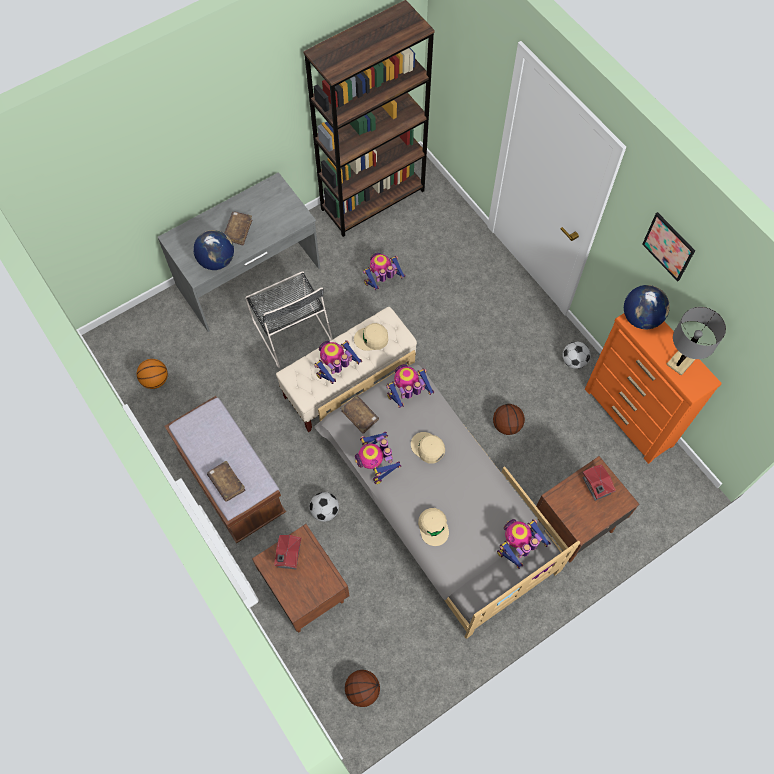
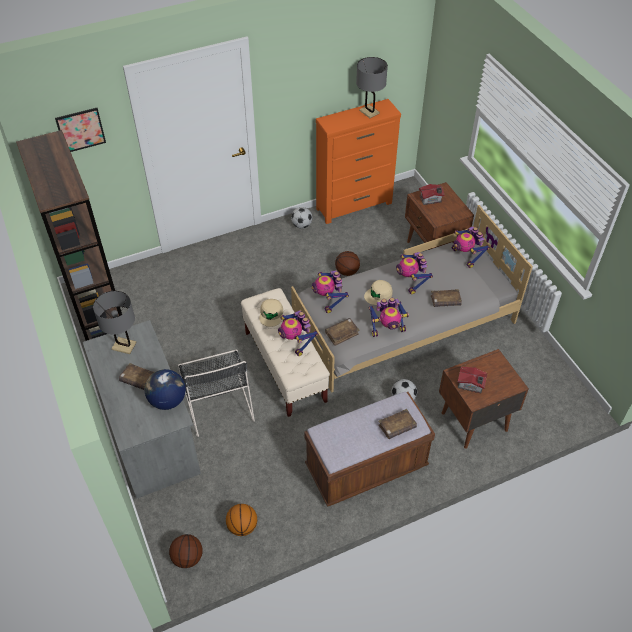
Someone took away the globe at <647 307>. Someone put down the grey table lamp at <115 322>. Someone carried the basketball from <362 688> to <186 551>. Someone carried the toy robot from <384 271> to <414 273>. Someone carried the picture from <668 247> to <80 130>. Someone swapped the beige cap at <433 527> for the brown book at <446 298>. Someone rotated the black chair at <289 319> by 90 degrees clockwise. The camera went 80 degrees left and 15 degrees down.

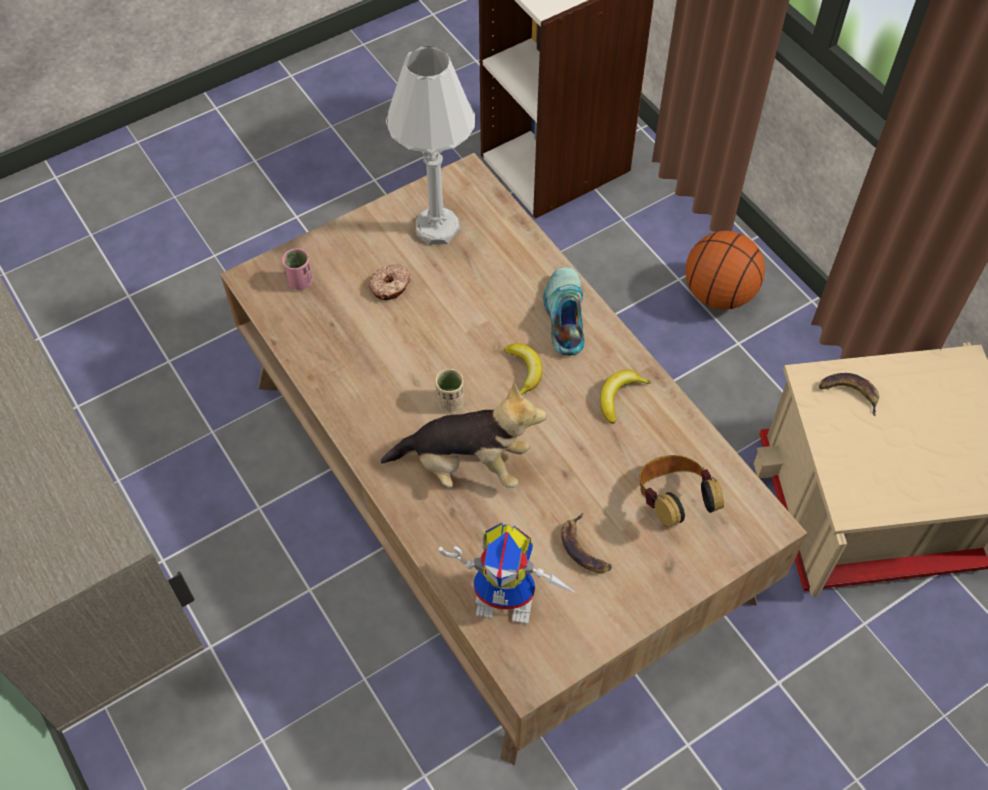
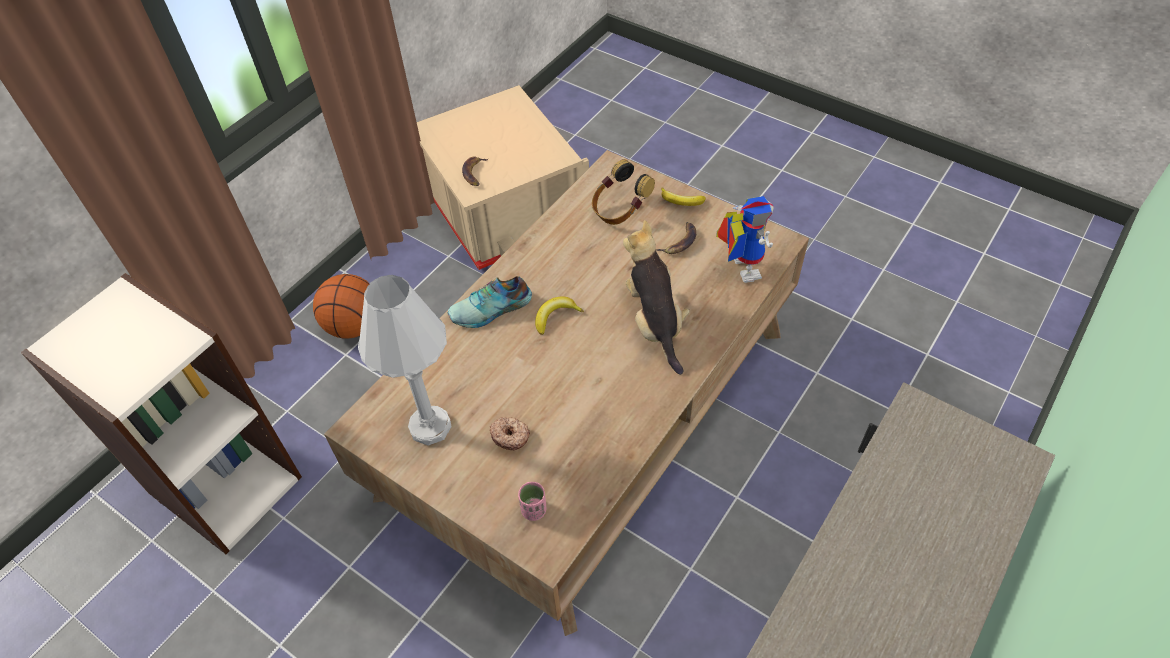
Someone took away the beige cup at <450 390>. Someone carried the banana from <625 396> to <683 197>. The camera went 110 degrees left and 5 degrees down.

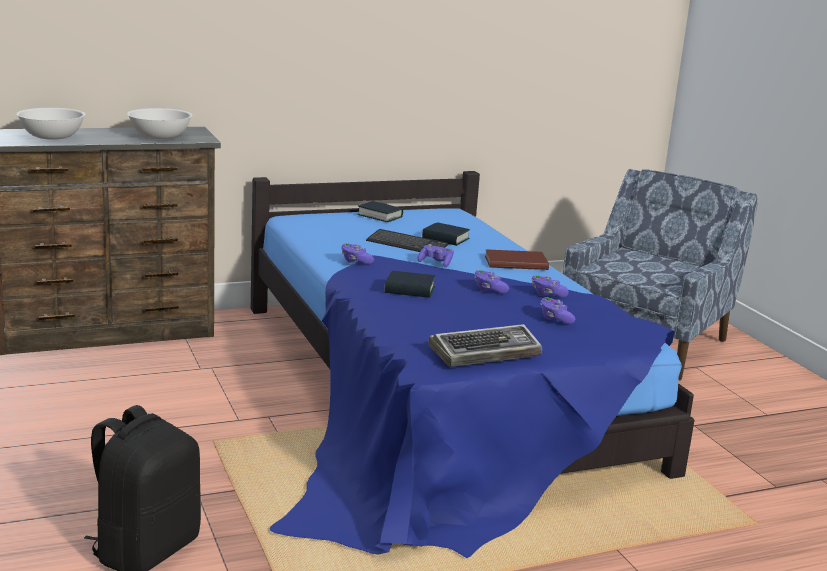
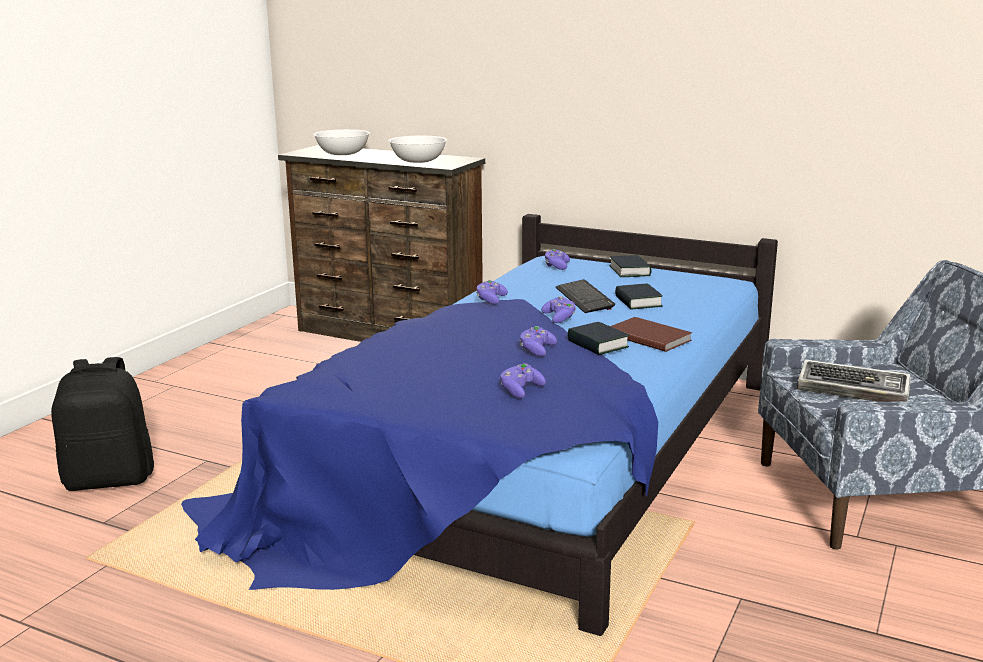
Someone carried the book from <410 284> to <598 338>. Someone carried the keyboard from <485 345> to <854 380>. Someone carried the purple game controller from <550 286> to <557 259>. The camera went 50 degrees right and 0 degrees up.

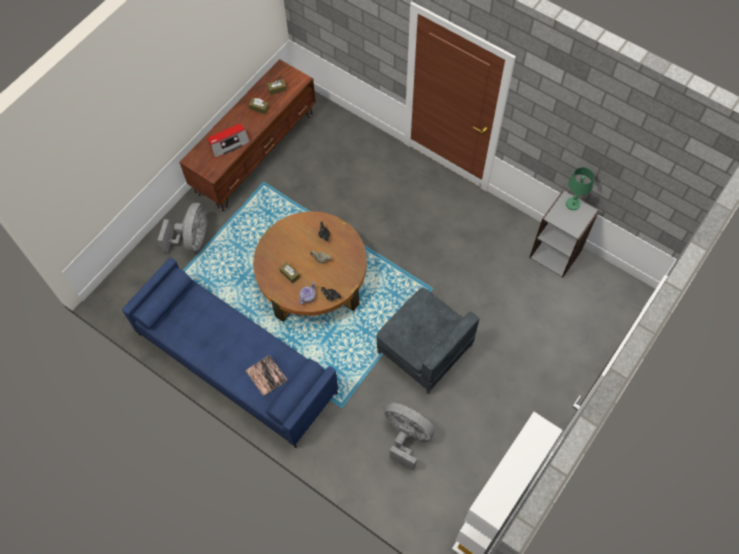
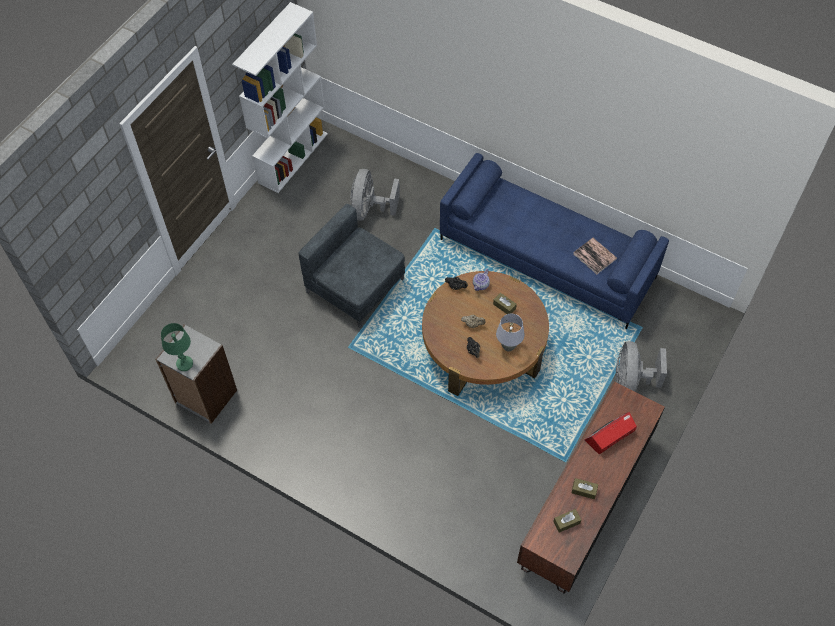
Someone put down the grey table lamp at <510 332>. Someone carried the book from <266 375> to <595 256>. Someone rotated the grey fan at <409 437> by 75 degrees clockwise. The camera went 175 degrees right and 5 degrees down.

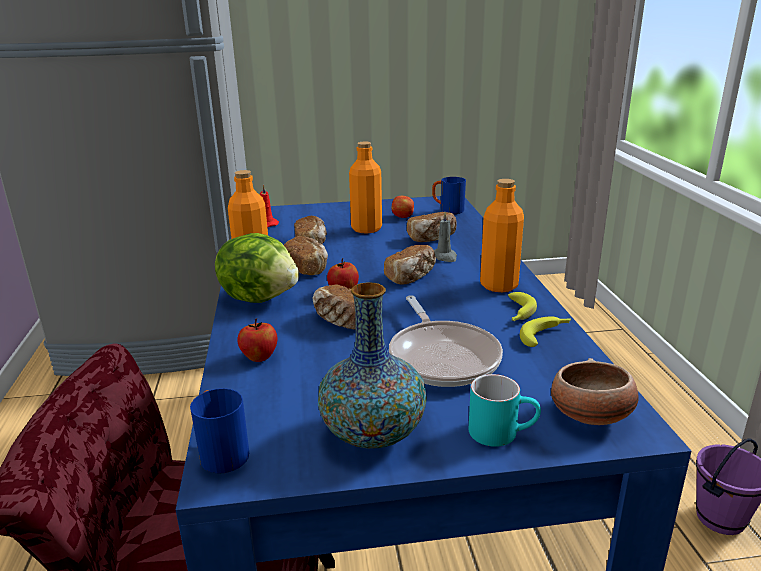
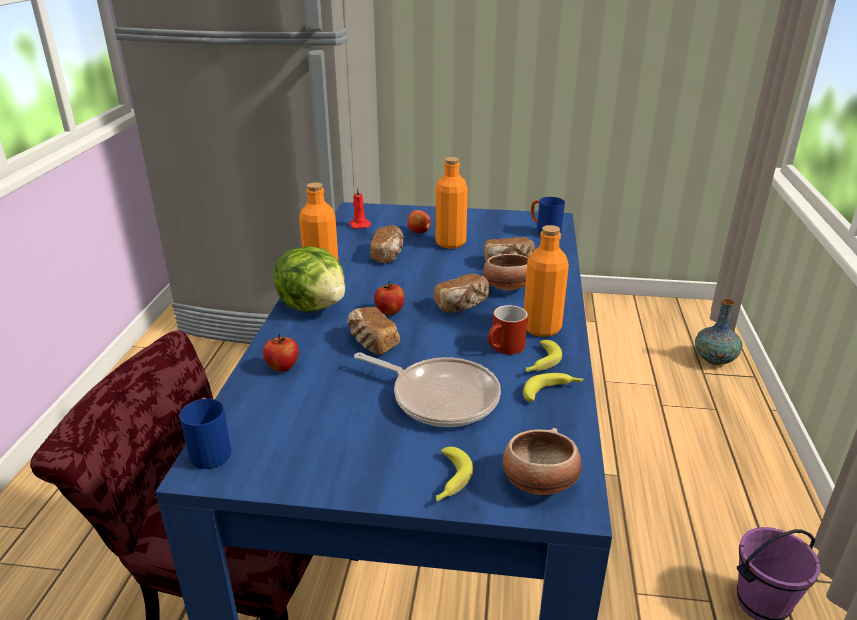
Someone took away the bread at <306 255>. Someone put down the red mug at <508 330>. Someone carried the vase from <372 365> to <719 332>. Someone carried the apple from <402 207> to <419 221>. Someone swapped the grey candle at <445 236> for the bowl at <506 271>. Someone swapped the turquoise mug at <505 410> for the banana at <454 474>. Someone rotated the frying pan at <446 341> by 60 degrees counterclockwise. The camera went 15 degrees right and 5 degrees up.

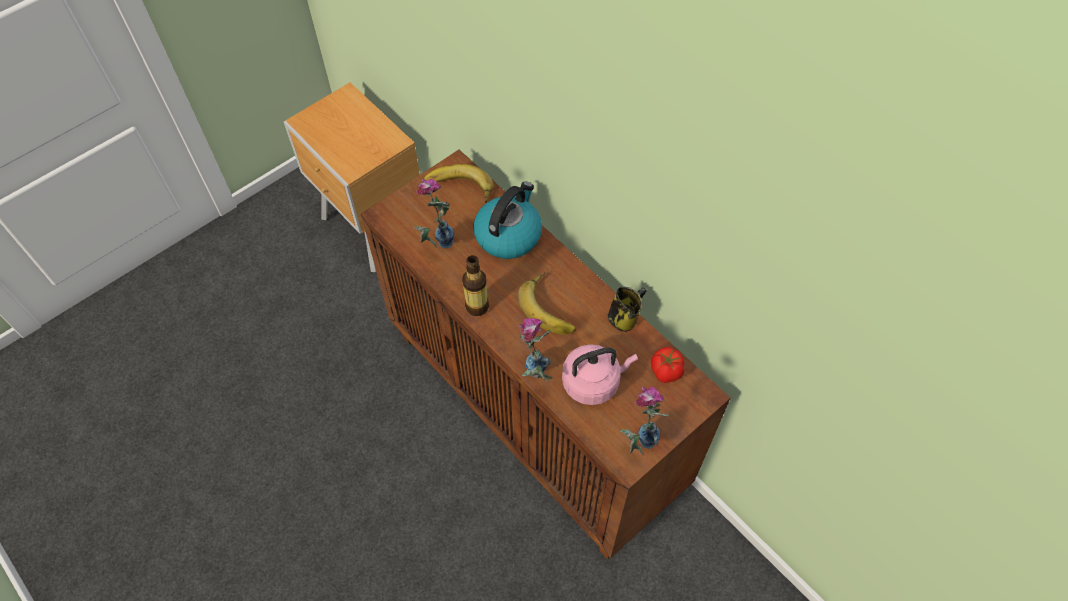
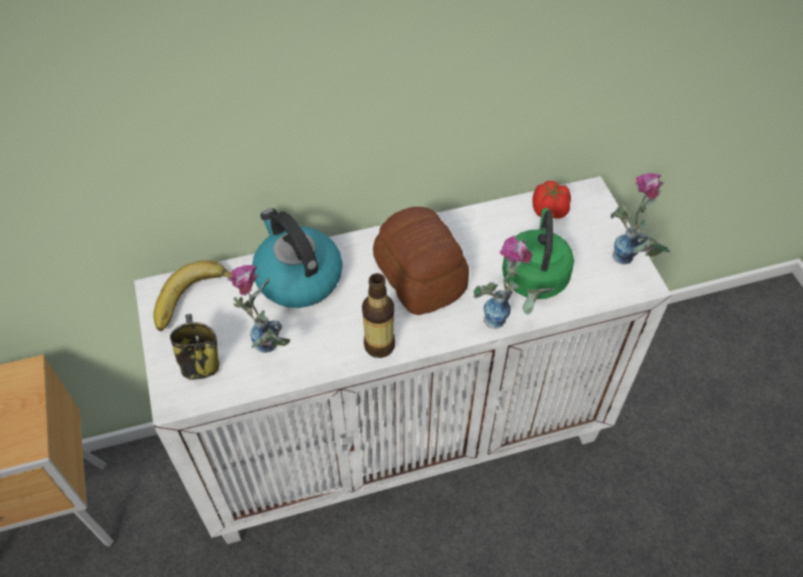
Someone carried the mug from <627 309> to <194 347>. Someone swapped the banana at <547 303> for the bread at <421 261>. Someone repainted the brown cabinet at <546 354>, which became the white cabinet at <403 360>. Someone repainted the pink kettle at <600 374>, which became the green kettle at <538 253>. The camera went 65 degrees left and 5 degrees down.

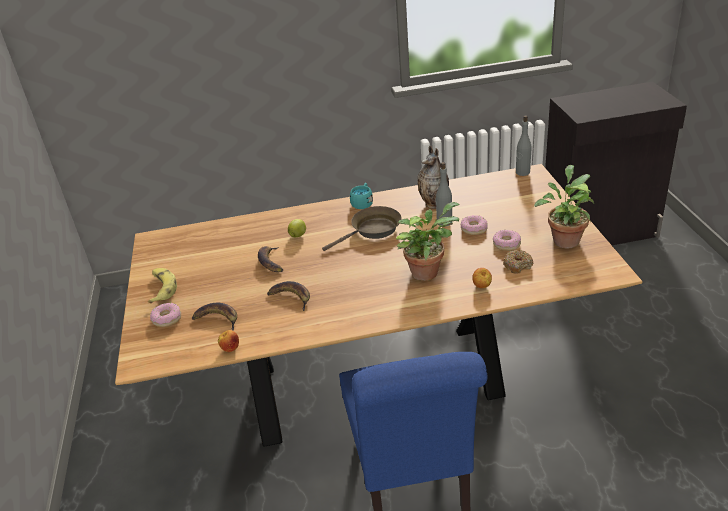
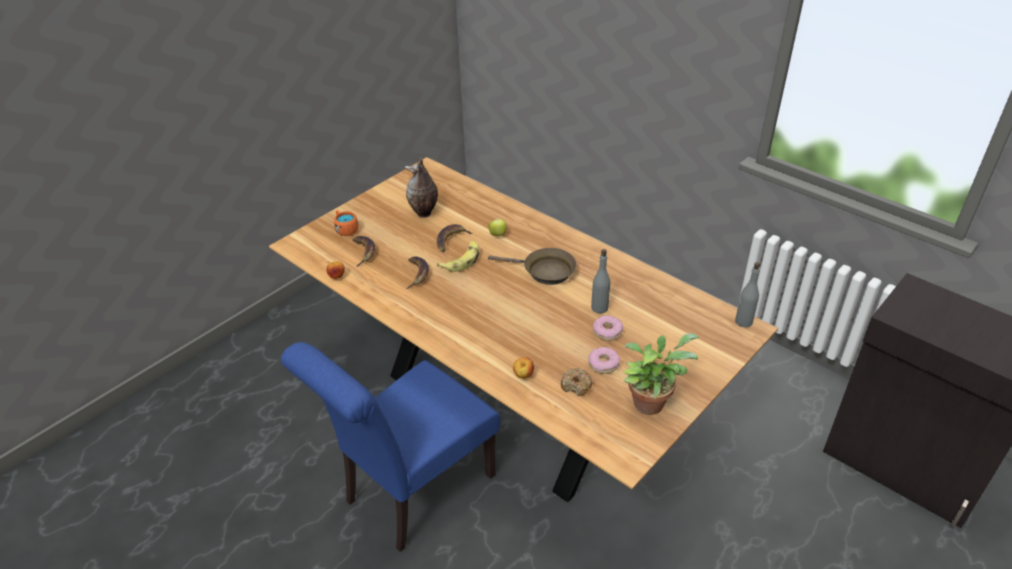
Someone took away the turquoise mug at <361 196>. Someone took away the potted plant at <428 241>. Someone carried the banana from <162 286> to <458 256>. Someone carried the vase from <433 177> to <421 187>. Someone swapped the donut at <165 315> for the orange mug at <346 223>. The camera went 50 degrees right and 5 degrees up.

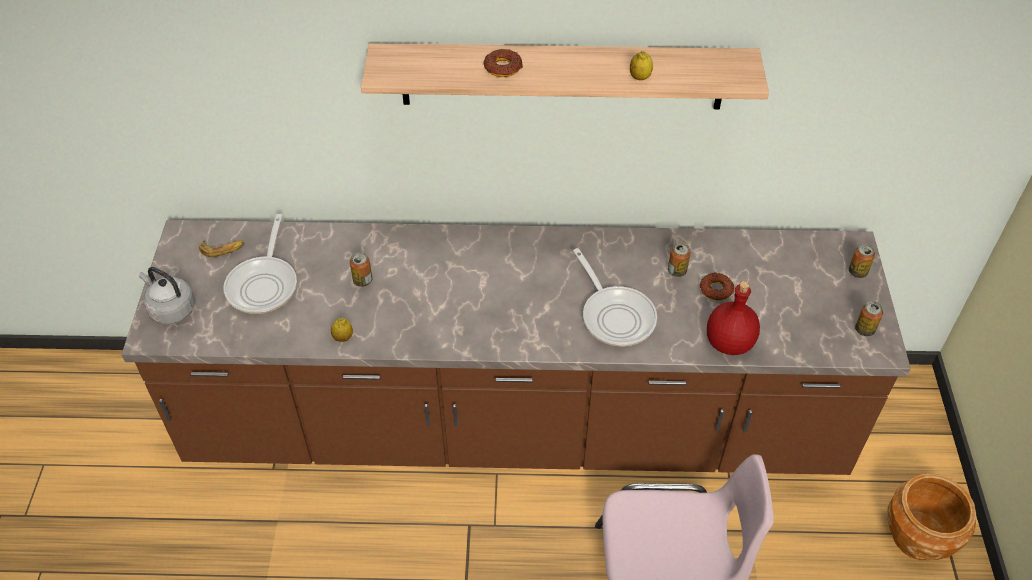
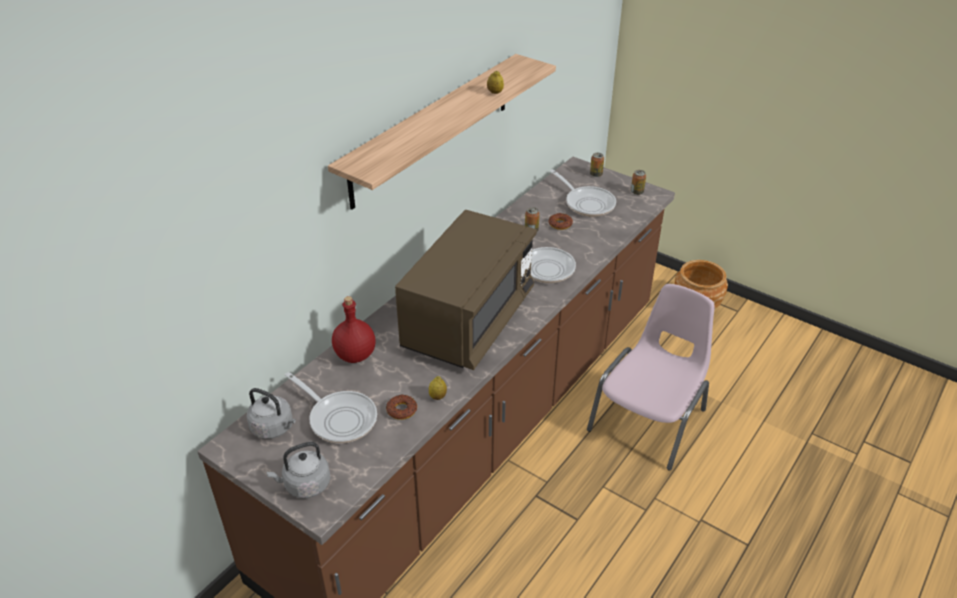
Someone took away the can at <361 269>. Someone put down the brown microwave at <466 290>. Someone put down the frying pan at <583 193>. Someone carried the donut from <503 63> to <401 407>. Someone carried the red bottle from <733 318> to <354 329>. Someone swapped the banana at <222 248> for the grey kettle at <271 413>. The camera went 55 degrees left and 10 degrees down.

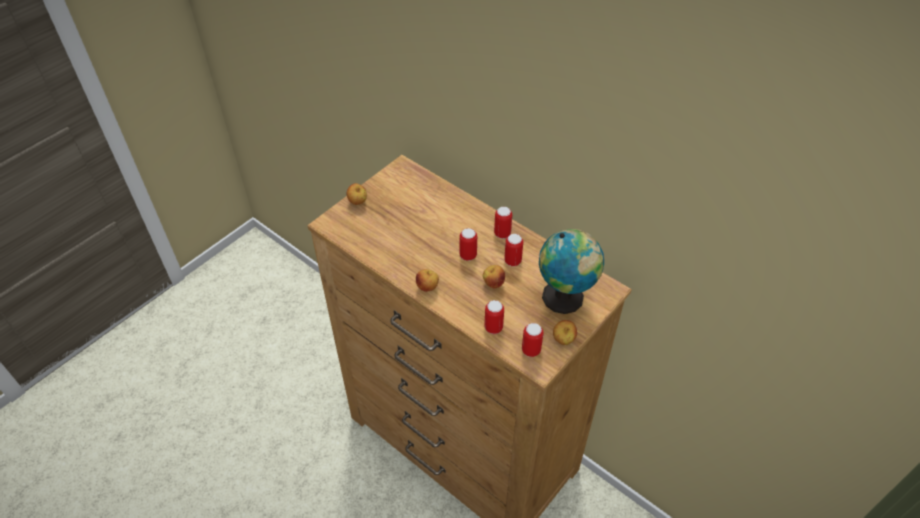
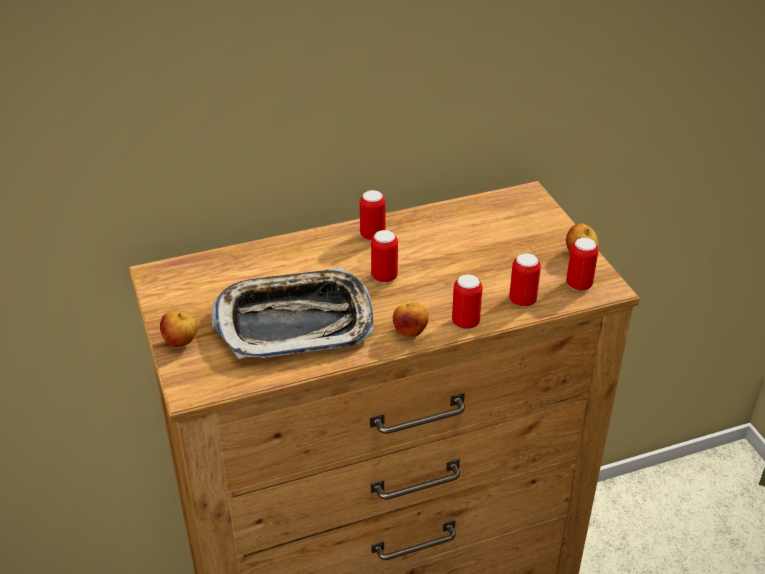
Someone took away the apple at <494 276>. Someone took away the globe at <571 271>. Someone put down the tray at <292 313>. Someone carried the can from <513 250> to <467 302>. The camera went 60 degrees left and 10 degrees down.

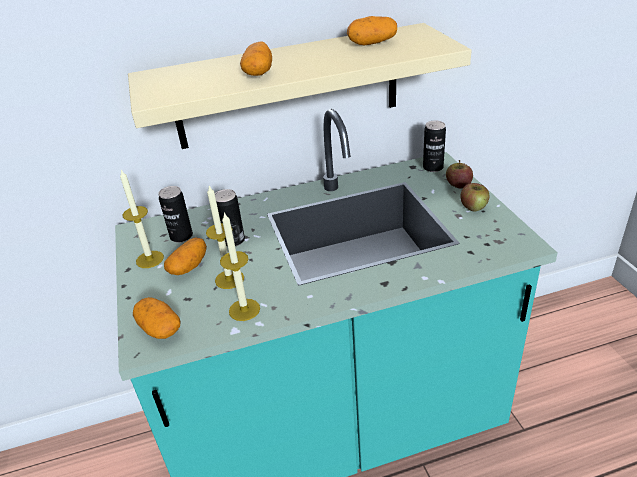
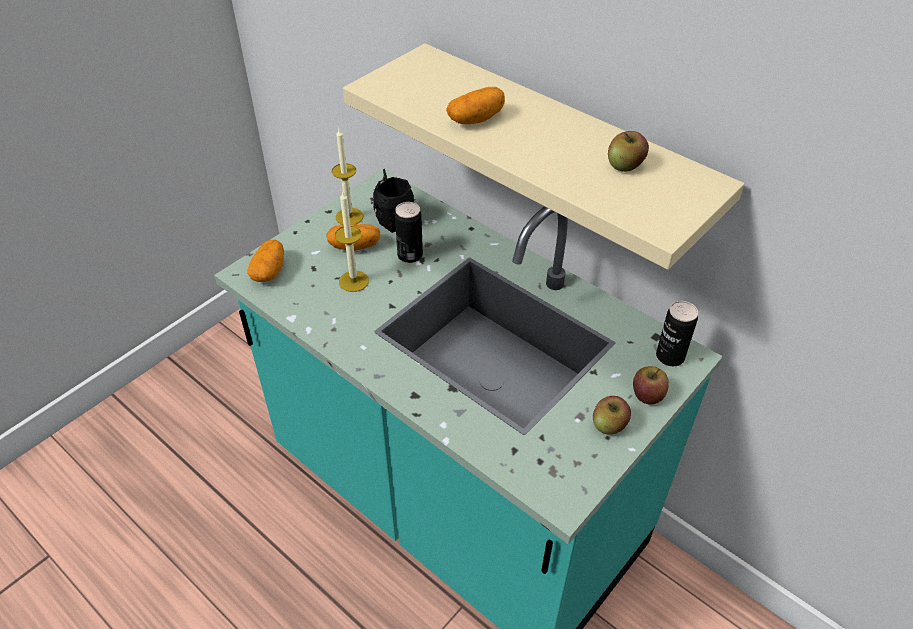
Someone took away the candle at <240 266>. Someone swapped the can at <175 214> for the black mug at <393 201>. Someone swapped the potato at <372 31> for the apple at <628 151>. The camera went 55 degrees right and 10 degrees up.

